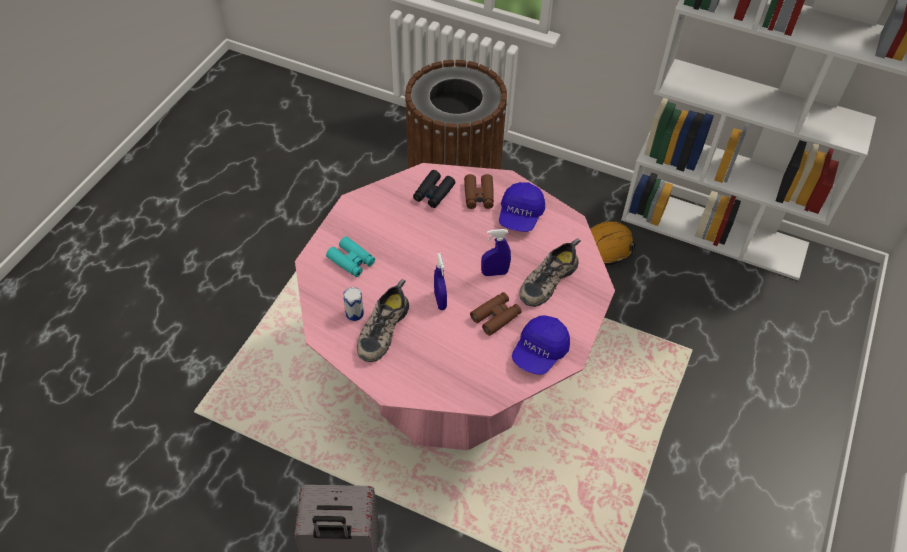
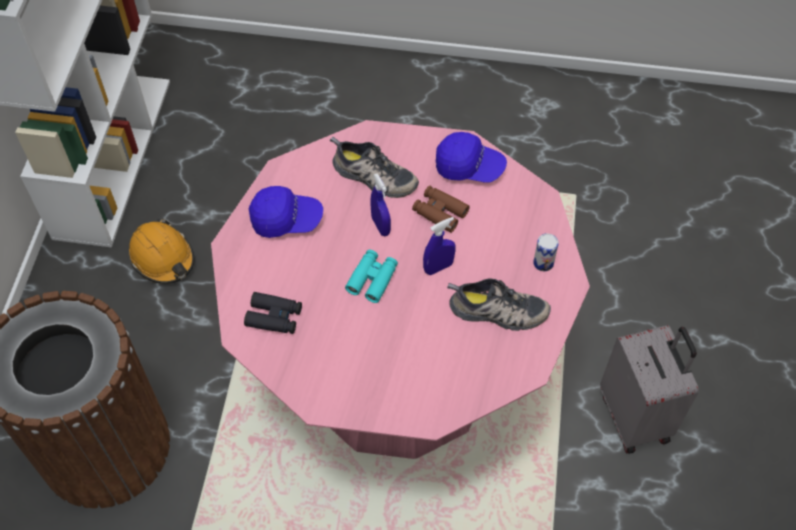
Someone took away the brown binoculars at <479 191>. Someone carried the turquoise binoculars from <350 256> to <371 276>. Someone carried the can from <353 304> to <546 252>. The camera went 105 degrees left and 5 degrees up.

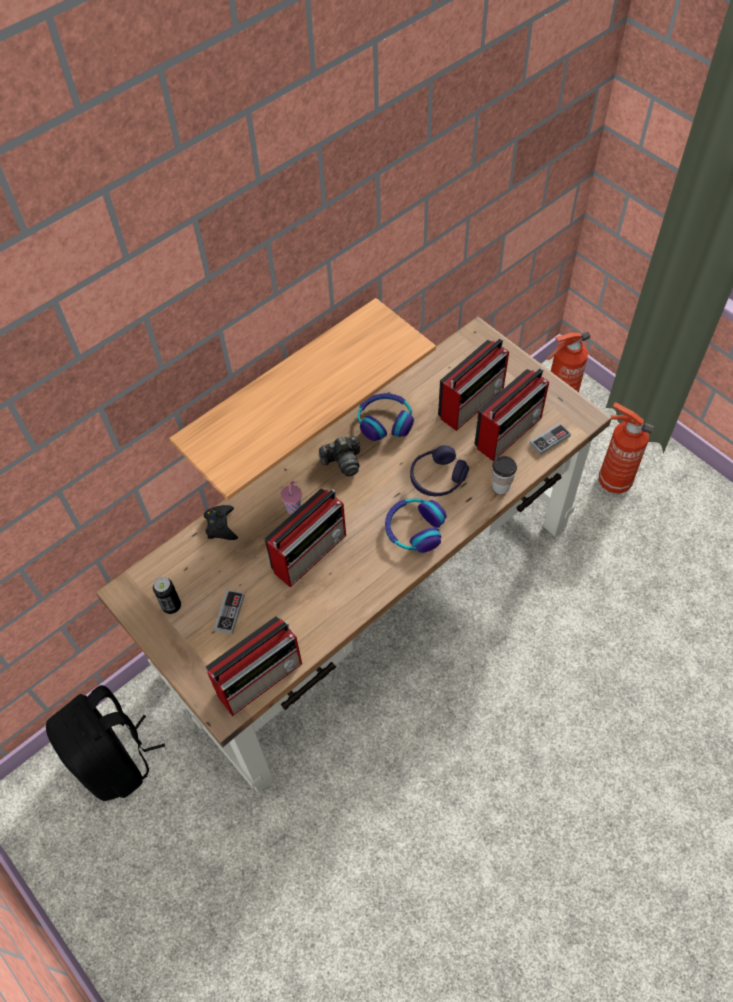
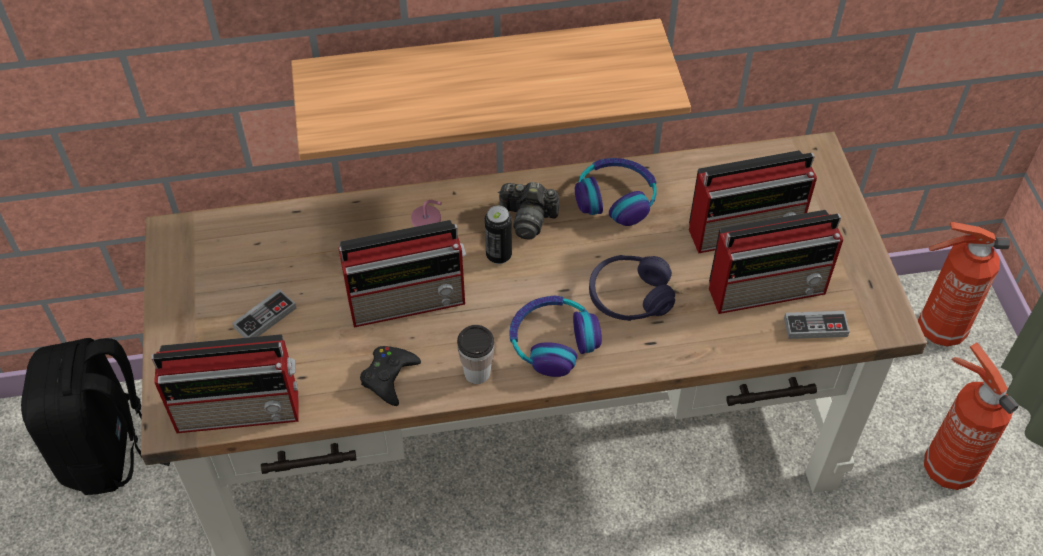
Someone carried the can from <167 595> to <498 235>. Someone carried the black game controller from <221 522> to <390 376>. Someone carried the cup from <504 475> to <476 354>. The camera went 30 degrees right and 5 degrees down.

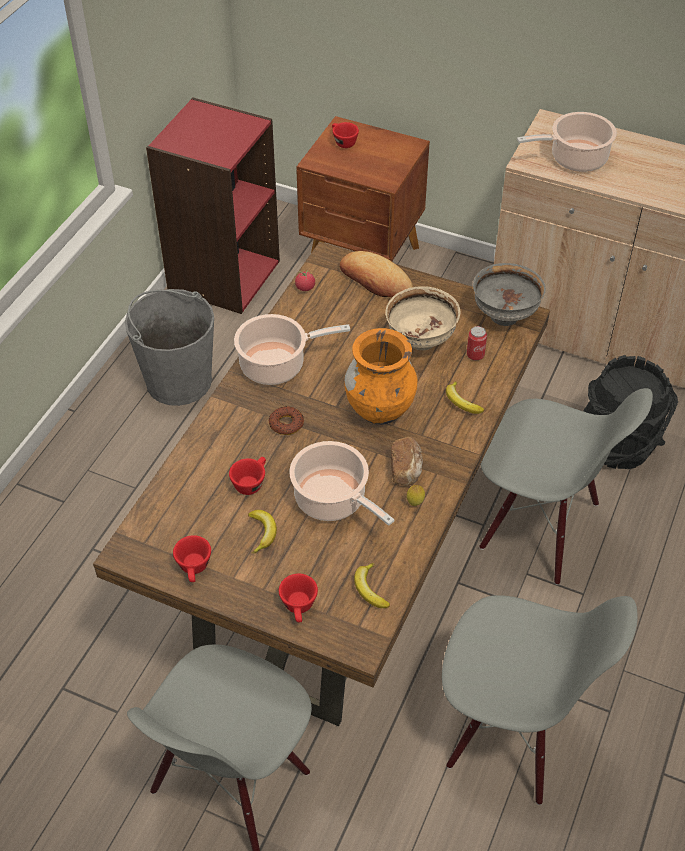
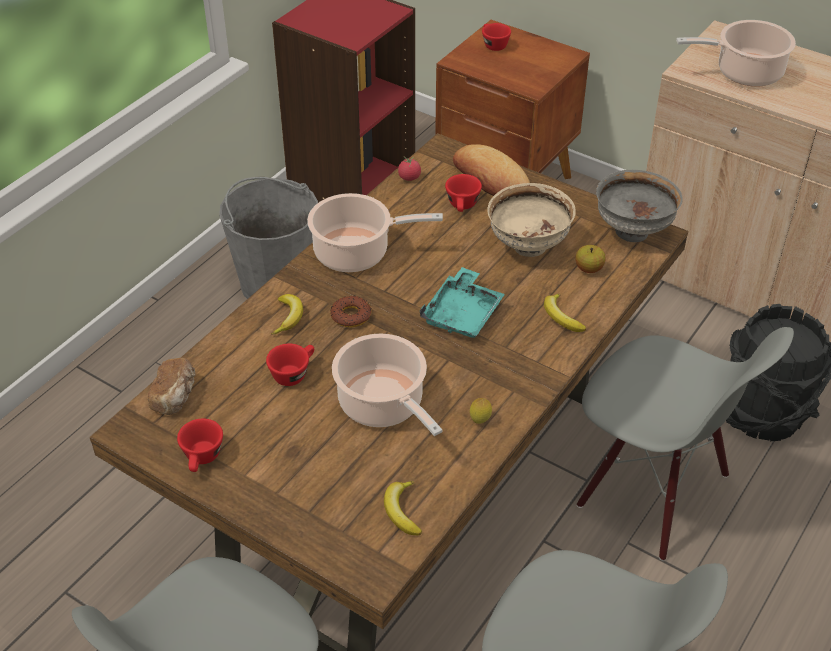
Someone carried the banana from <262 532> to <287 314>. Someone carried the red cup from <298 598> to <463 193>. Someone carried the bread from <407 461> to <171 386>. Someone swapped the orange vase at <381 376> for the turquoise tray at <462 302>. Someone swapped the can at <477 343> for the apple at <590 259>. The camera went 10 degrees right and 5 degrees down.

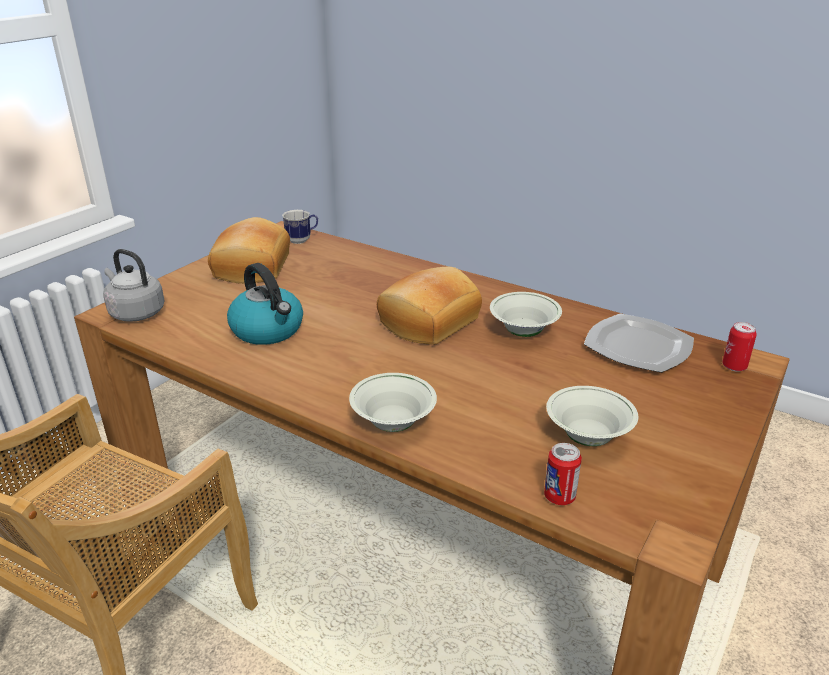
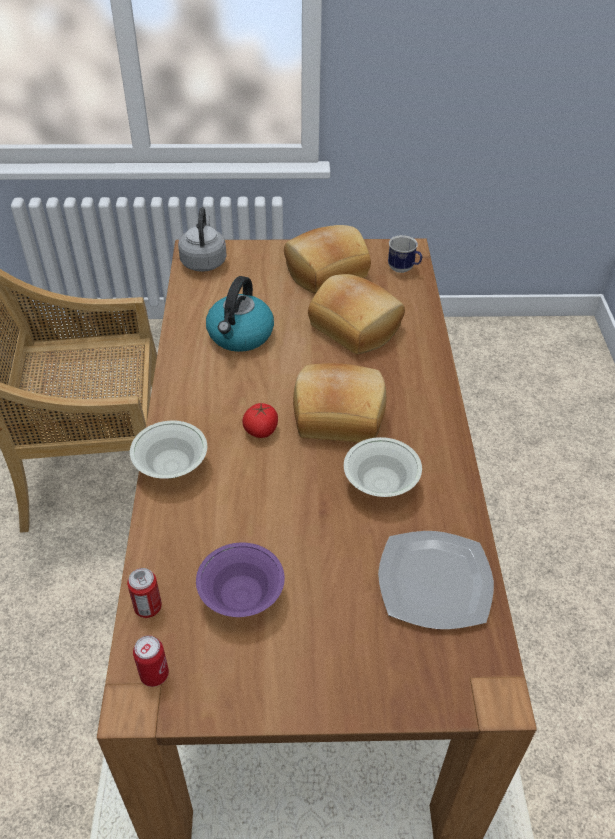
Someone put down the tomato at <260 420>. Someone put down the bread at <356 314>. Someone carried the can from <739 347> to <151 661>. Someone repainted the white bowl at <592 416>, which became the purple bowl at <240 579>. The camera went 55 degrees right and 15 degrees up.

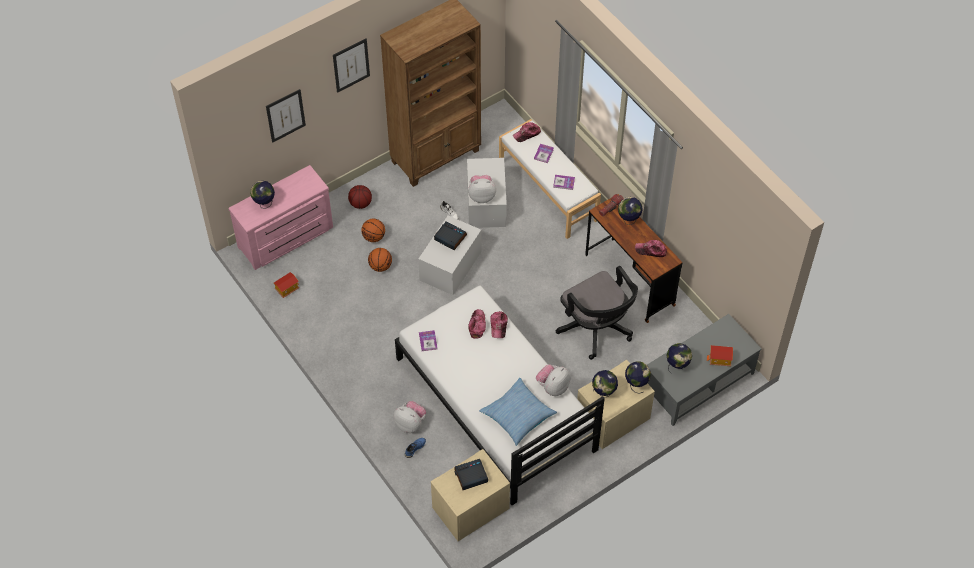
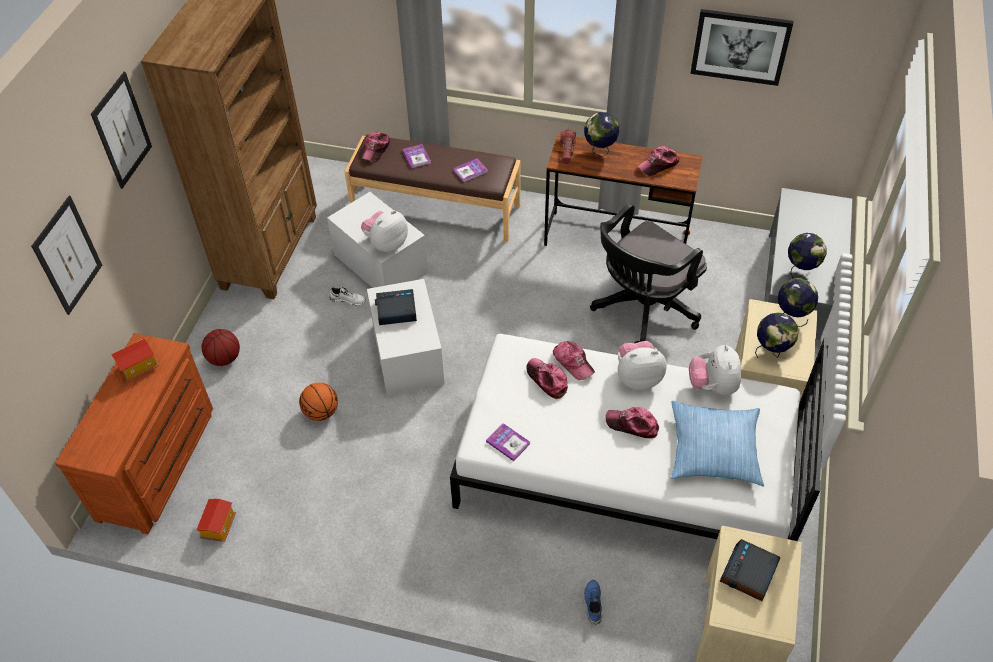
Someone took away the globe at <262 195>. Someone took away the basketball at <373 230>. Someone put down the cap at <632 422>. Someone put up the picture at <742 47>. Someone carried the plush toy from <410 417> to <642 365>. Someone carried the toy house from <720 355> to <135 359>. Someone repainted the pink dresser at <280 217>, which became the brown dresser at <134 433>. Someone repainted the white bench at <550 179>, which became the brown bench at <432 188>. Someone rotated the black office chair at <597 313> by 120 degrees clockwise. The camera went 40 degrees left and 5 degrees down.

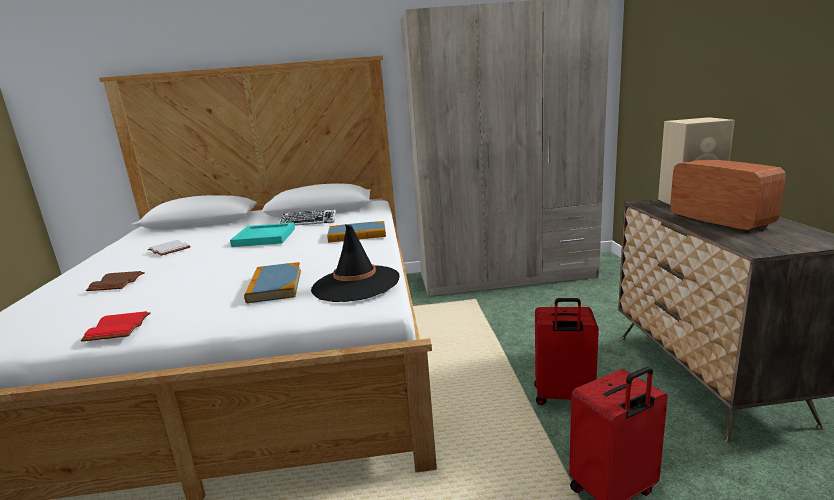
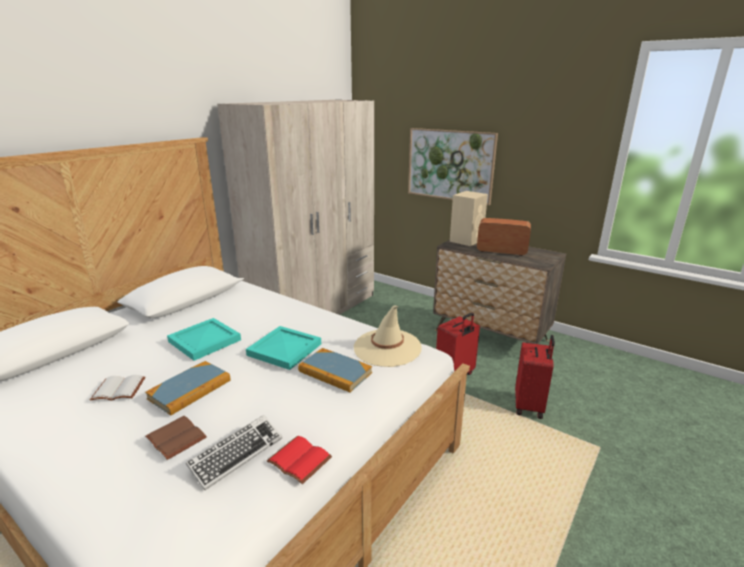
Someone put down the turquoise tray at <283 348>. Someone put up the picture at <453 166>. Someone carried the keyboard from <307 217> to <234 452>. Someone carried the book from <356 232> to <188 388>. Someone repainted the black hat at <355 263>, which became the beige hat at <388 336>. The camera went 50 degrees left and 5 degrees up.

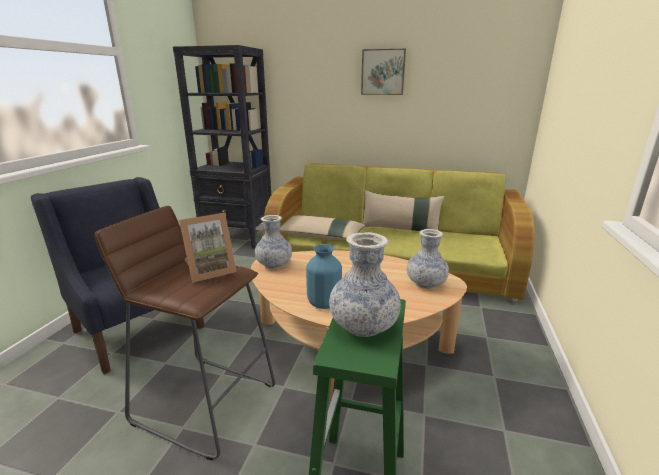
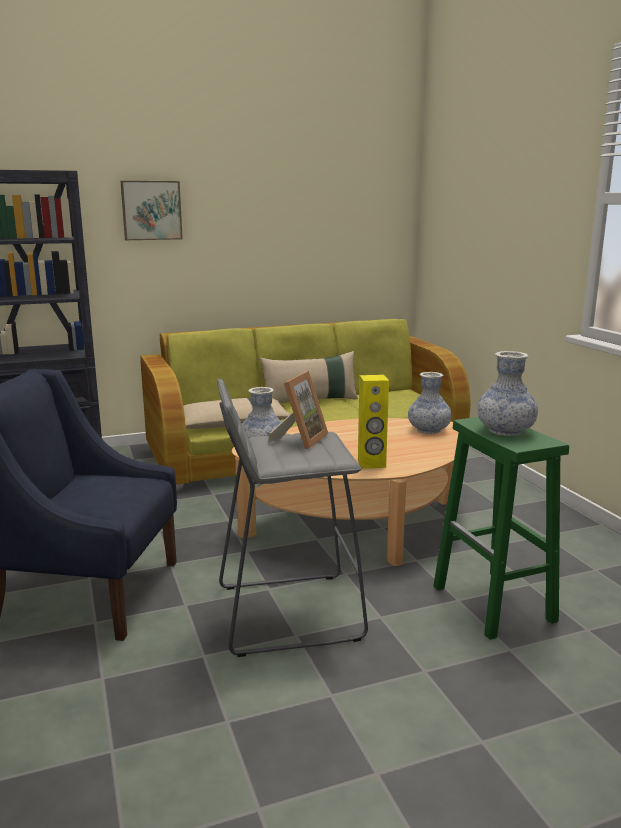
Someone carried the picture from <383 72> to <151 210>. Someone swapped the blue vase at <324 276> for the yellow speaker at <373 422>. Someone repainted the brown stool at <185 333>, which became the grey stool at <292 518>. The camera went 35 degrees left and 5 degrees down.

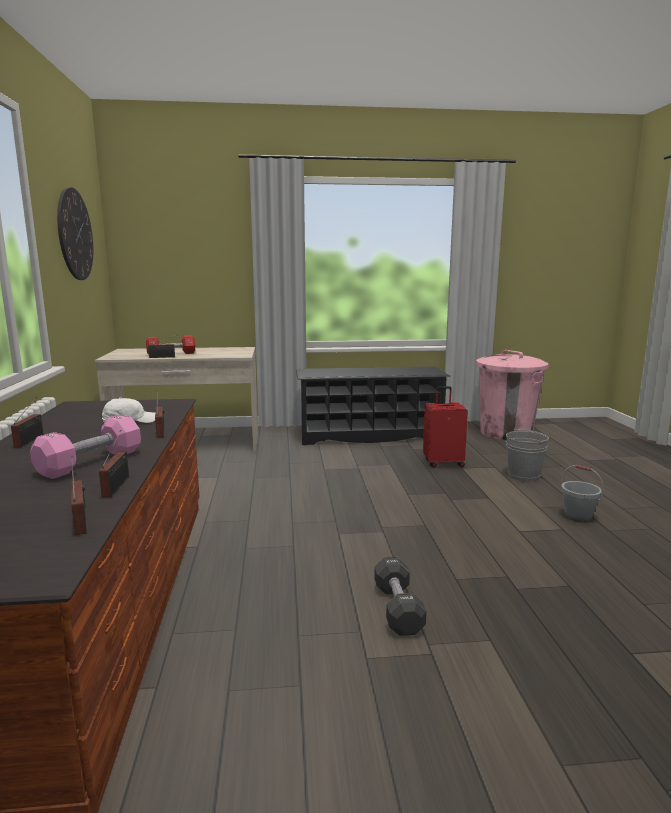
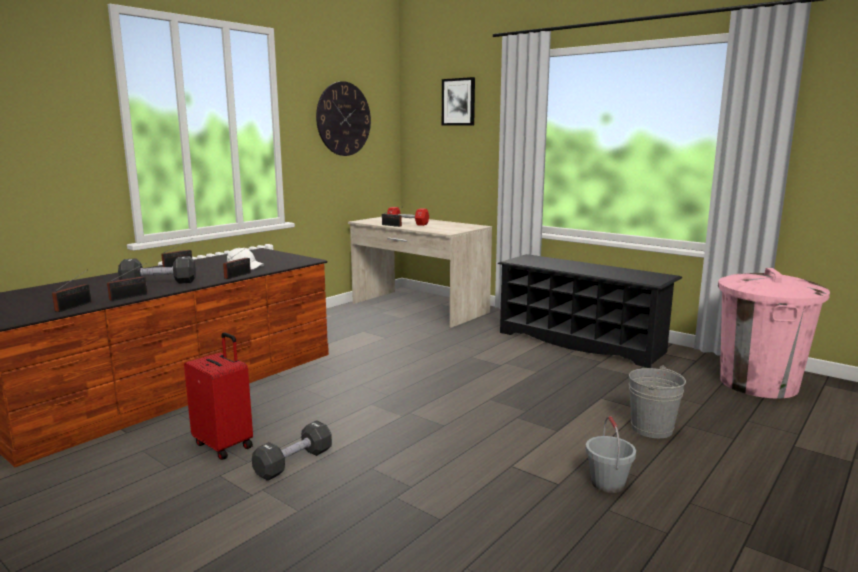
Someone put up the picture at <458 101>. Someone carried the red suitcase from <445 427> to <218 396>. Someone repainted the pink dumbbell at <85 447>, which became the black dumbbell at <157 270>. The camera went 45 degrees right and 0 degrees up.

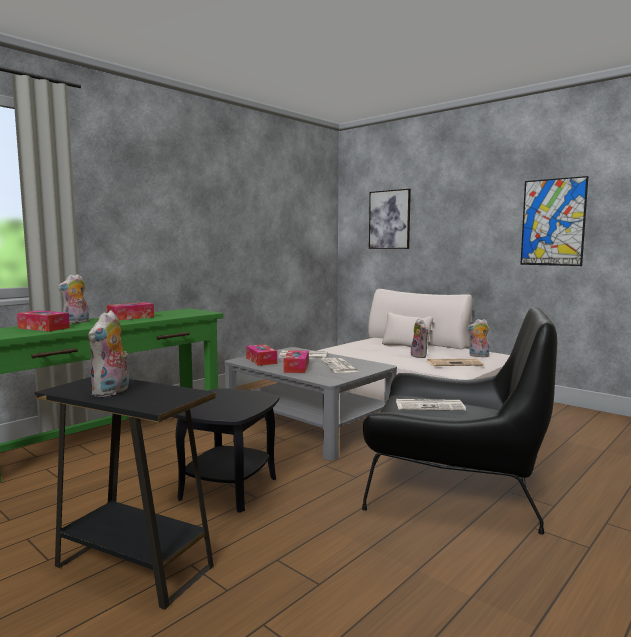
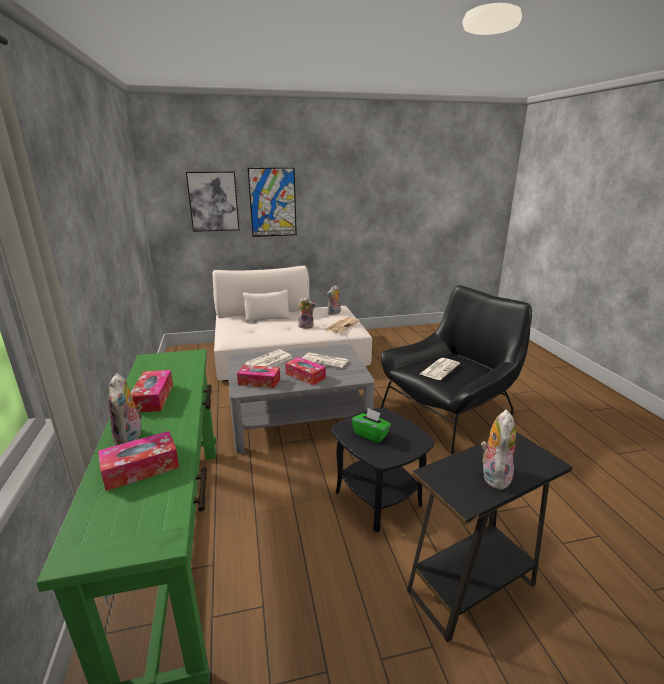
Someone put down the green tissue box at <371 425>. Someone carried the picture from <554 221> to <272 202>. Someone rotated the plush toy at <108 354> by 120 degrees counterclockwise. The camera went 55 degrees left and 15 degrees up.

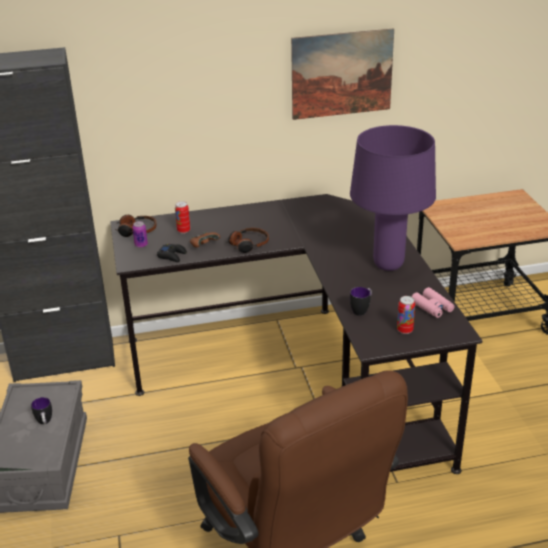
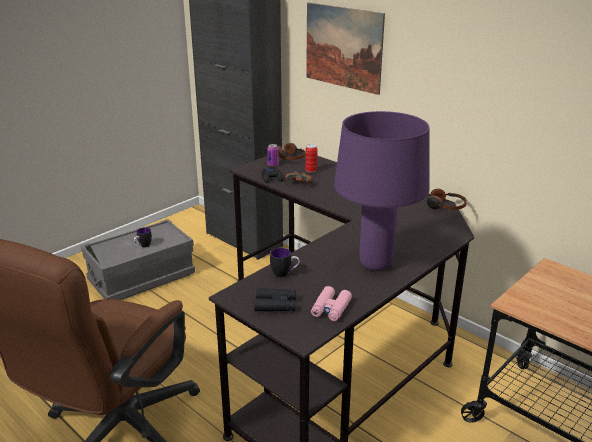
Someone carried the headphones from <247 240> to <446 199>. Someone carried the picture from <342 74> to <345 49>. Someone swapped the can at <406 315> for the black binoculars at <275 299>. The camera went 55 degrees right and 5 degrees down.

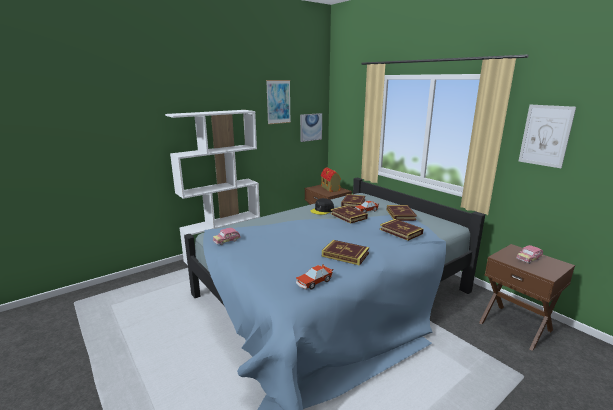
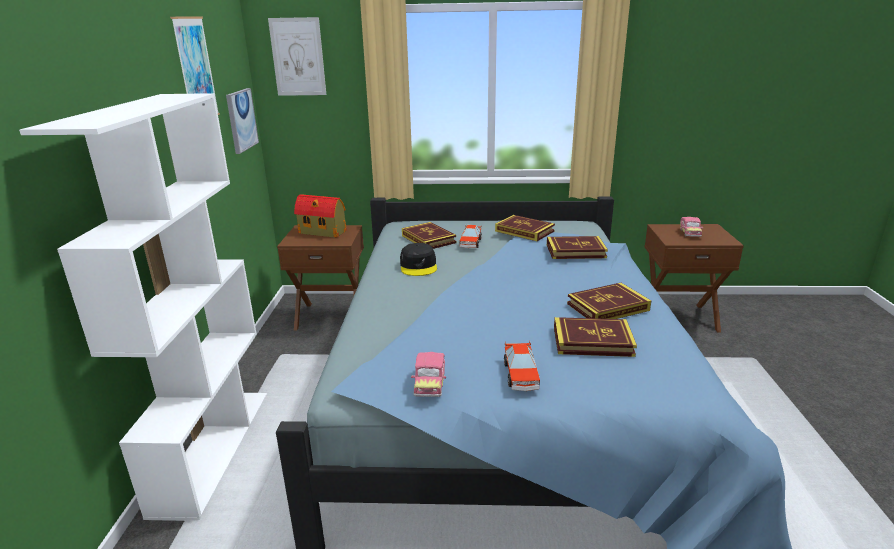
Someone carried the toy car from <314 277> to <522 366>. Someone carried the book from <349 214> to <595 337>. Someone carried the picture from <547 136> to <297 56>. The camera went 50 degrees left and 5 degrees up.

